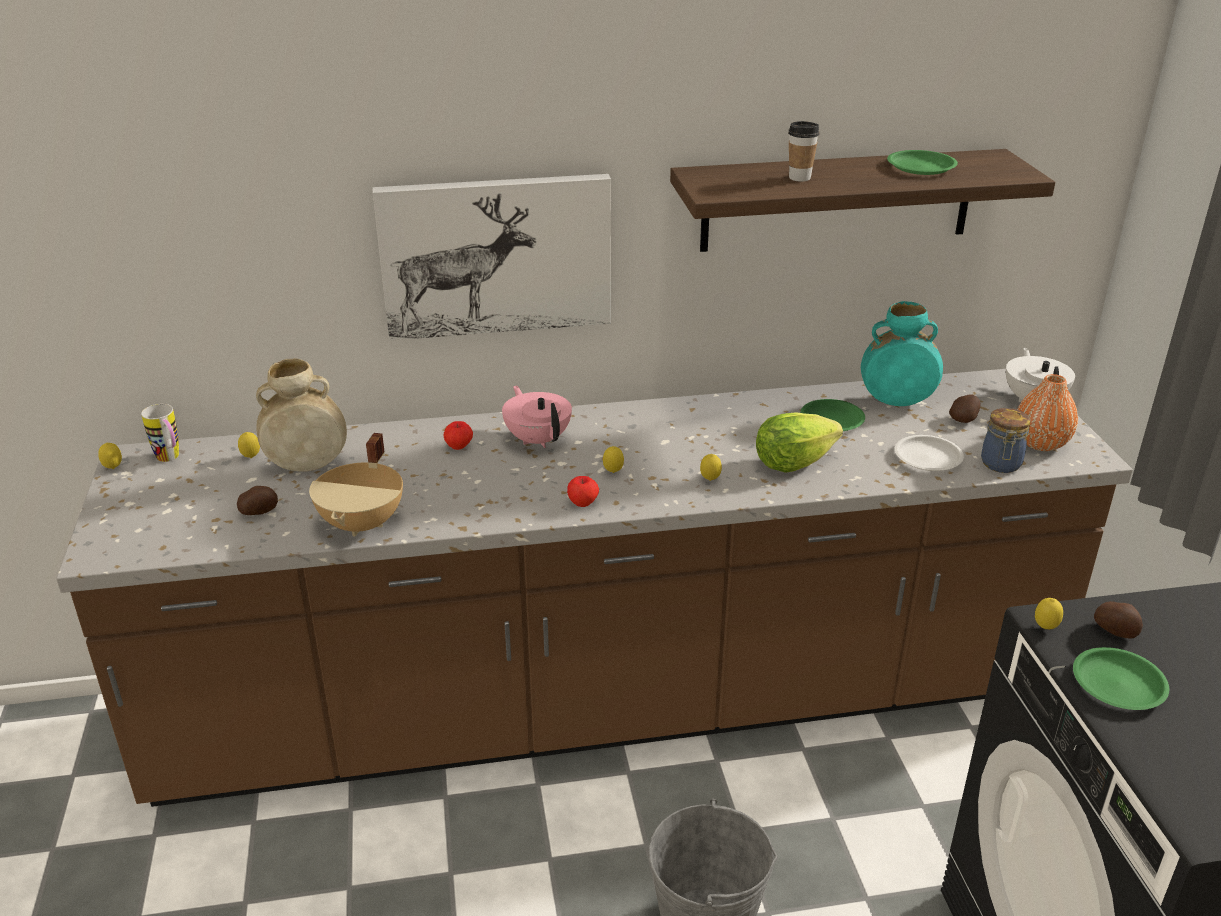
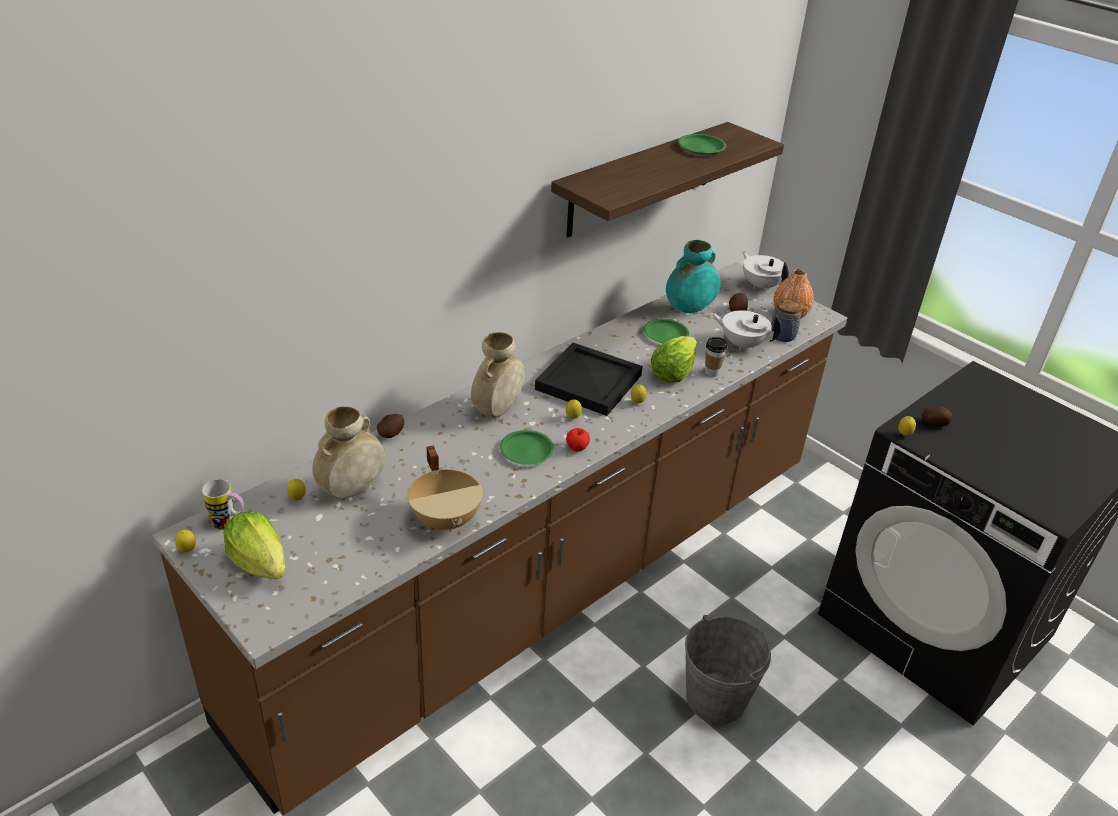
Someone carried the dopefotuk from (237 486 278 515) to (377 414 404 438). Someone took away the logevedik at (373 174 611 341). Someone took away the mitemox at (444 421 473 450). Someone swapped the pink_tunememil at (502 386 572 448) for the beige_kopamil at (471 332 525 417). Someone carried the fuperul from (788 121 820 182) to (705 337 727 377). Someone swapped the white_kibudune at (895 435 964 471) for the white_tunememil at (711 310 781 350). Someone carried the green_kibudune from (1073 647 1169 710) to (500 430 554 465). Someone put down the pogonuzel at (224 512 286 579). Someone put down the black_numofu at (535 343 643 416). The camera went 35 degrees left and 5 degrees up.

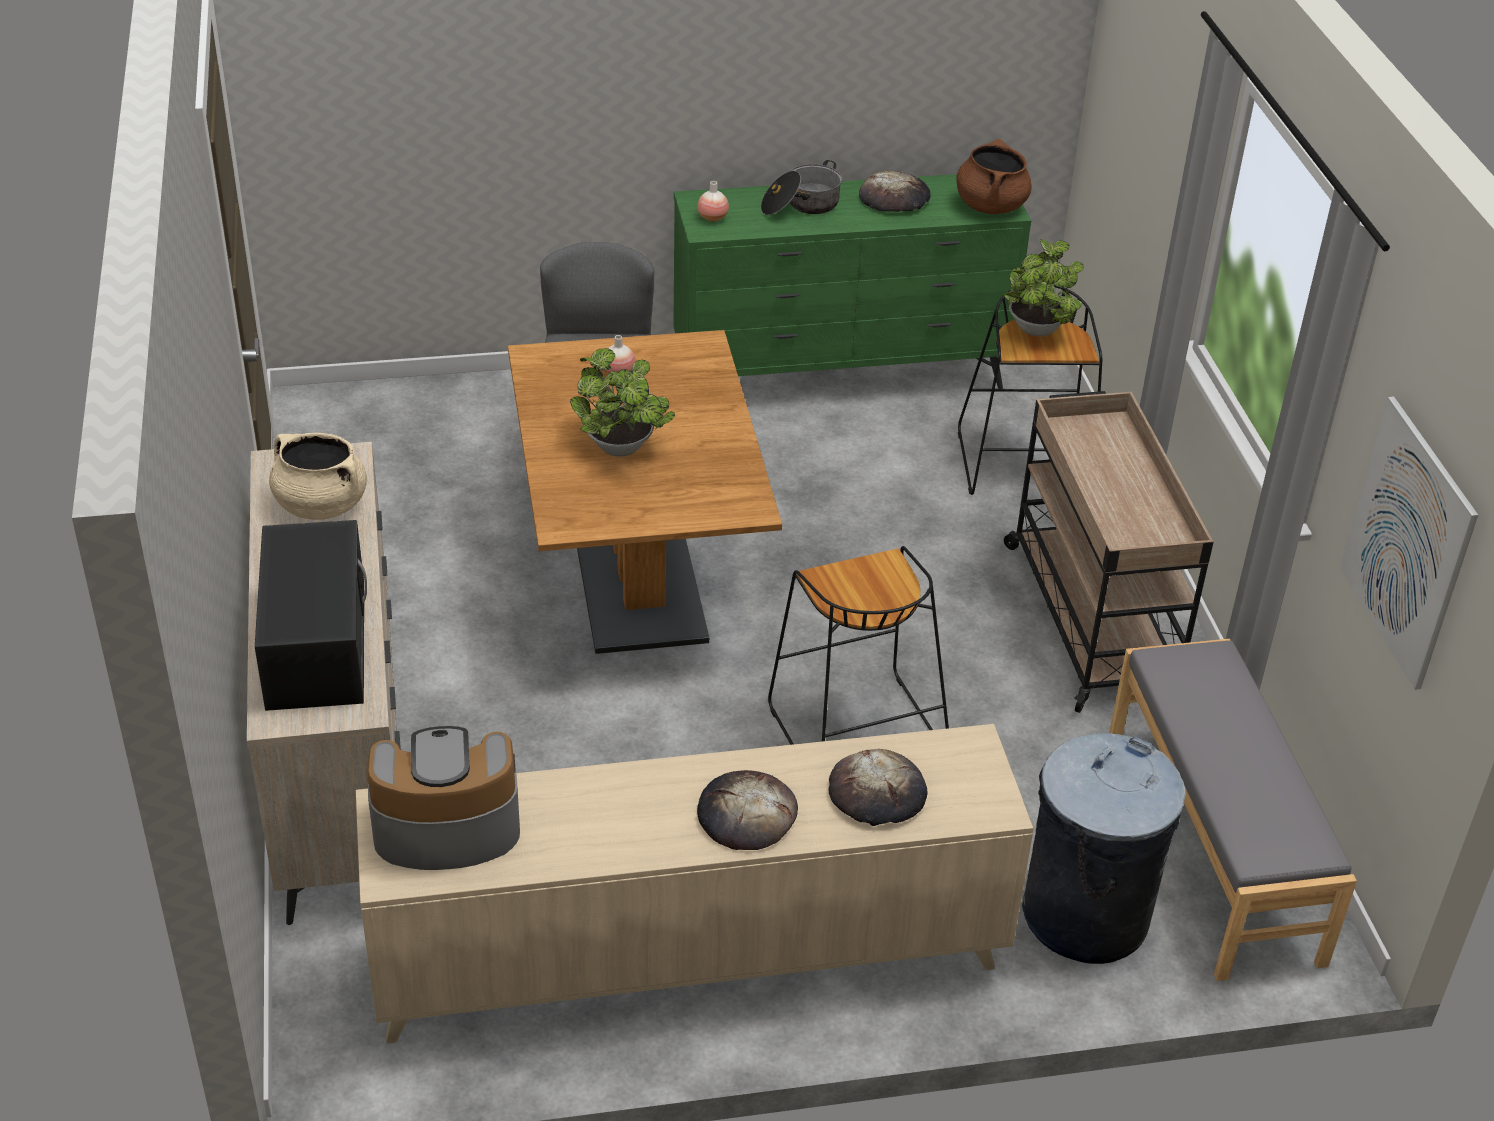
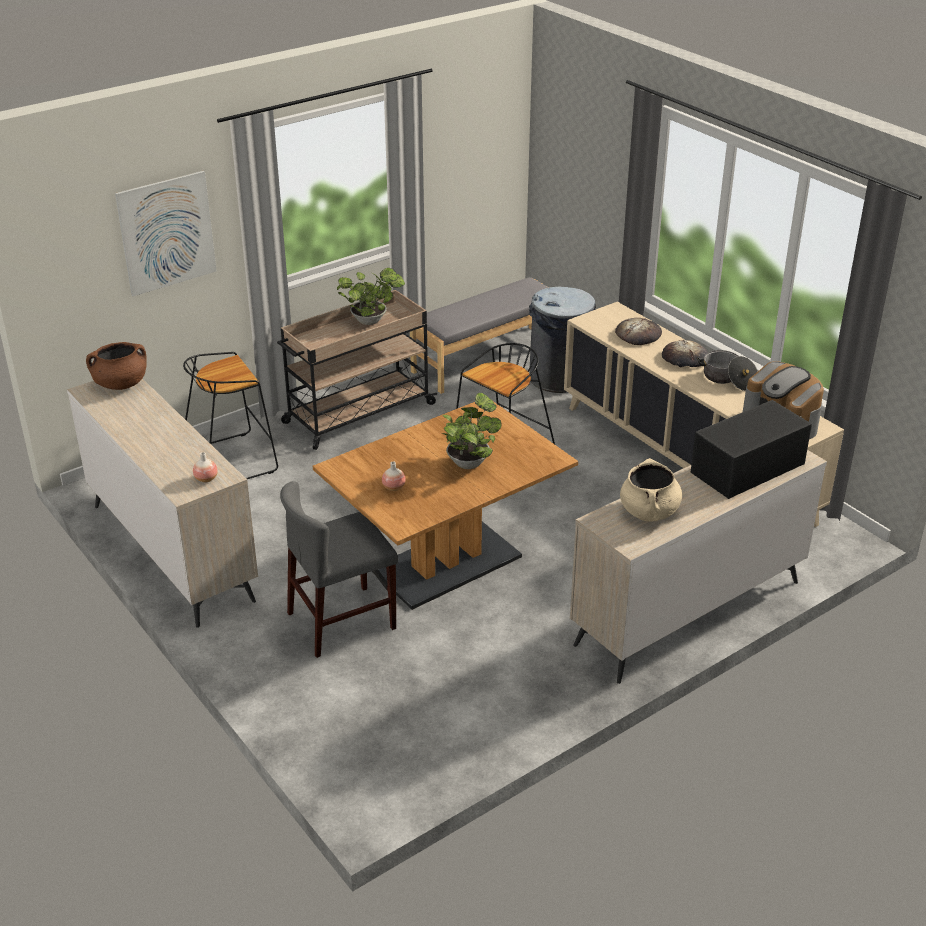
Someone repainted the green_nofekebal at (673 174 1031 389), which became the beige_nofekebal at (67 379 258 628). Someone carried the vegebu from (761 160 842 215) to (697 350 758 391). Someone took away the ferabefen at (859 171 931 212). Someone carried the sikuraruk from (1004 239 1084 337) to (337 268 405 325). Someone carried the logevedik from (1340 396 1478 690) to (115 171 217 296). The camera went 115 degrees left and 5 degrees down.

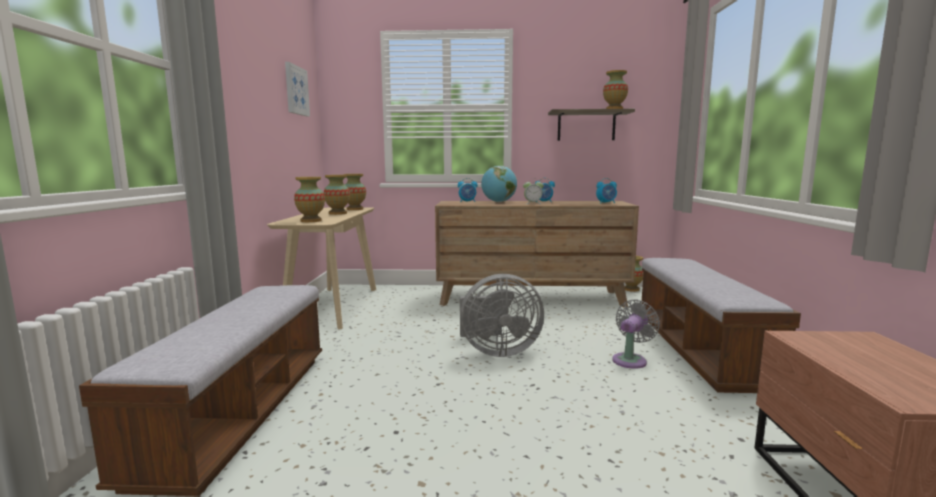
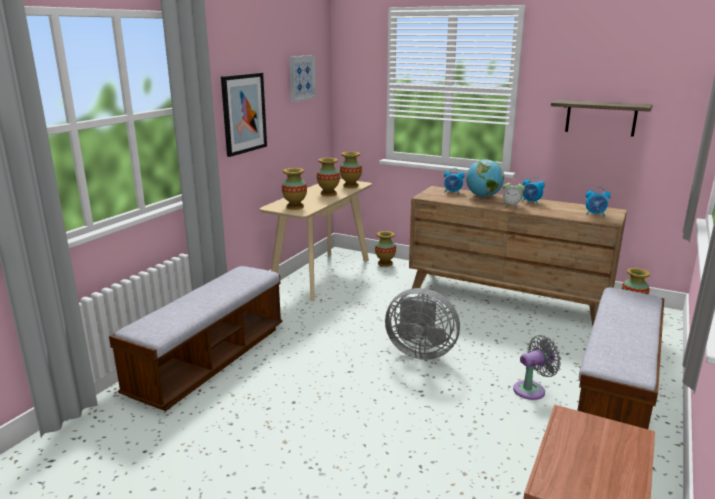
Someone carried the kopamil from (603 70 628 109) to (375 231 396 267). Someone put up the logevedik at (221 73 267 157). The camera went 25 degrees right and 10 degrees up.

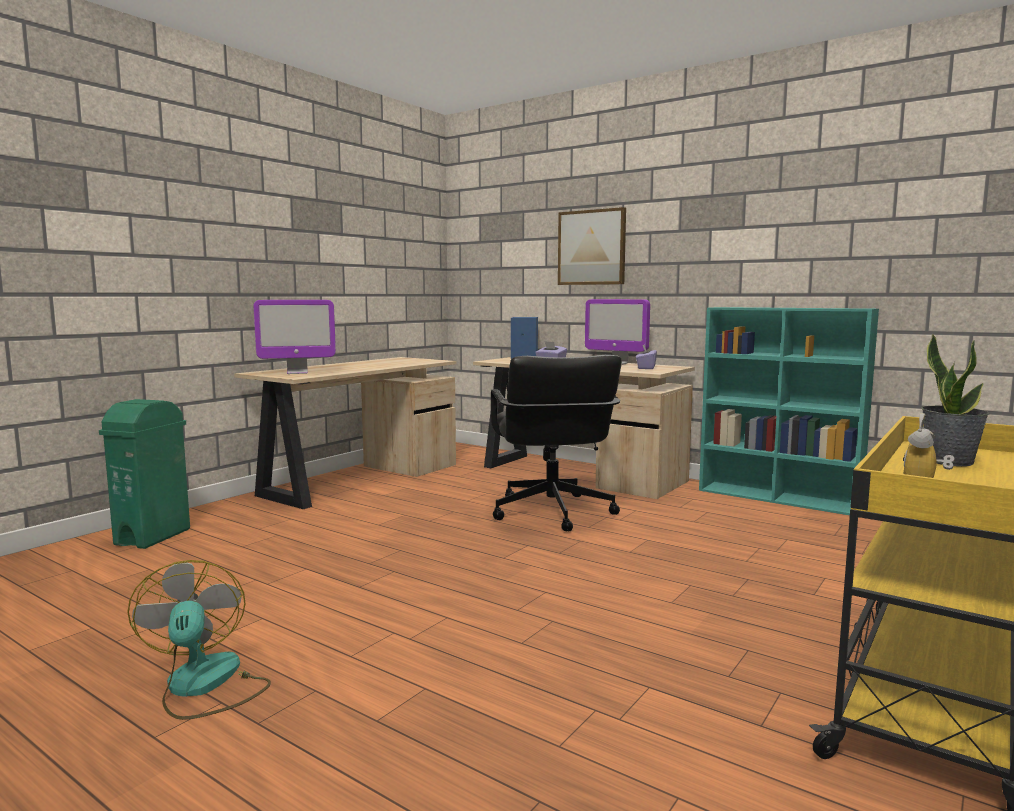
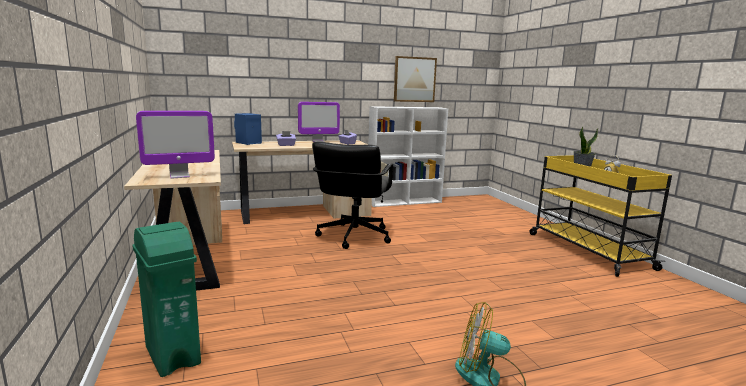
Someone rotated the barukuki at (254 300 336 374) by 45 degrees clockwise. Someone rotated the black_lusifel at (491 355 622 531) by 75 degrees clockwise. Someone carried the logevedik from (558 207 626 285) to (394 56 437 102). Someone repainted the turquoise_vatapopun at (699 307 879 515), which became the white_vatapopun at (368 106 448 207). The camera went 55 degrees left and 5 degrees up.

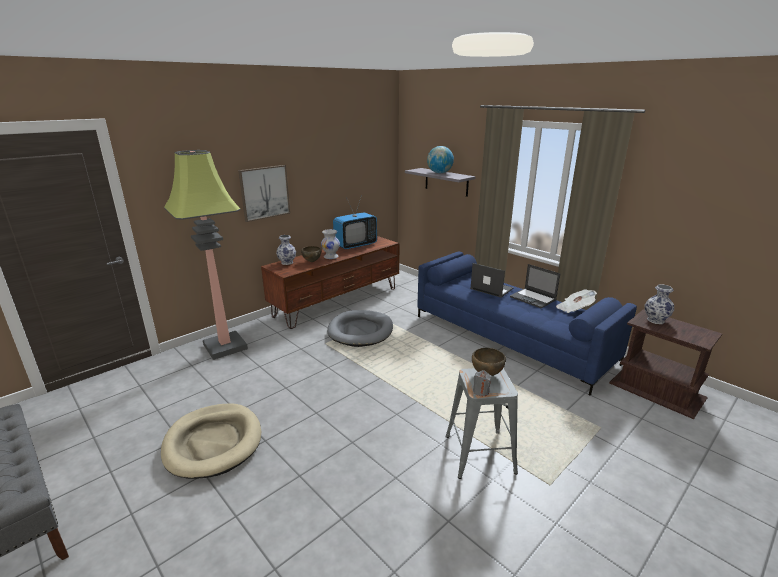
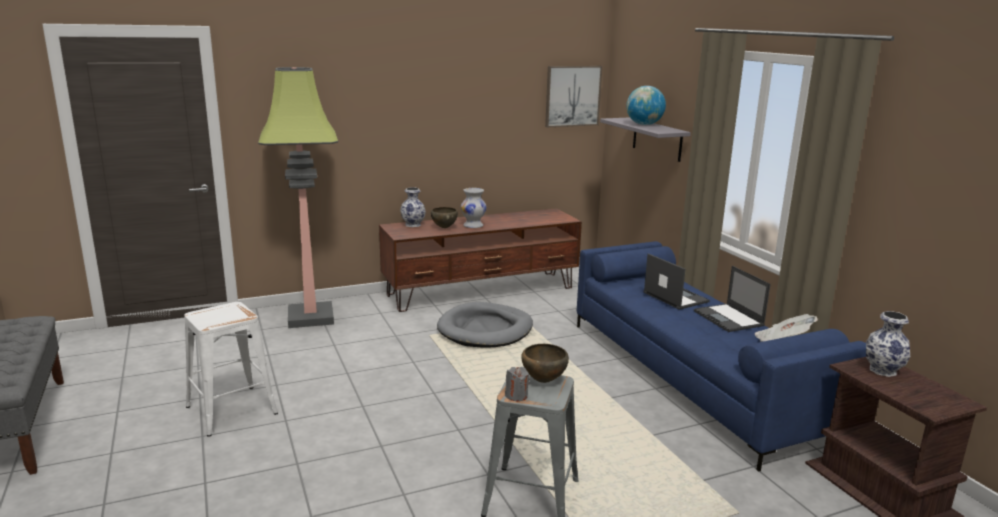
Someone swapped the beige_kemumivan at (161 403 261 479) for the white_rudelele at (184 302 278 437). Someone carried the logevedik from (238 165 290 222) to (545 66 602 127). Someone took away the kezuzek at (333 195 377 249). The camera went 20 degrees right and 5 degrees down.

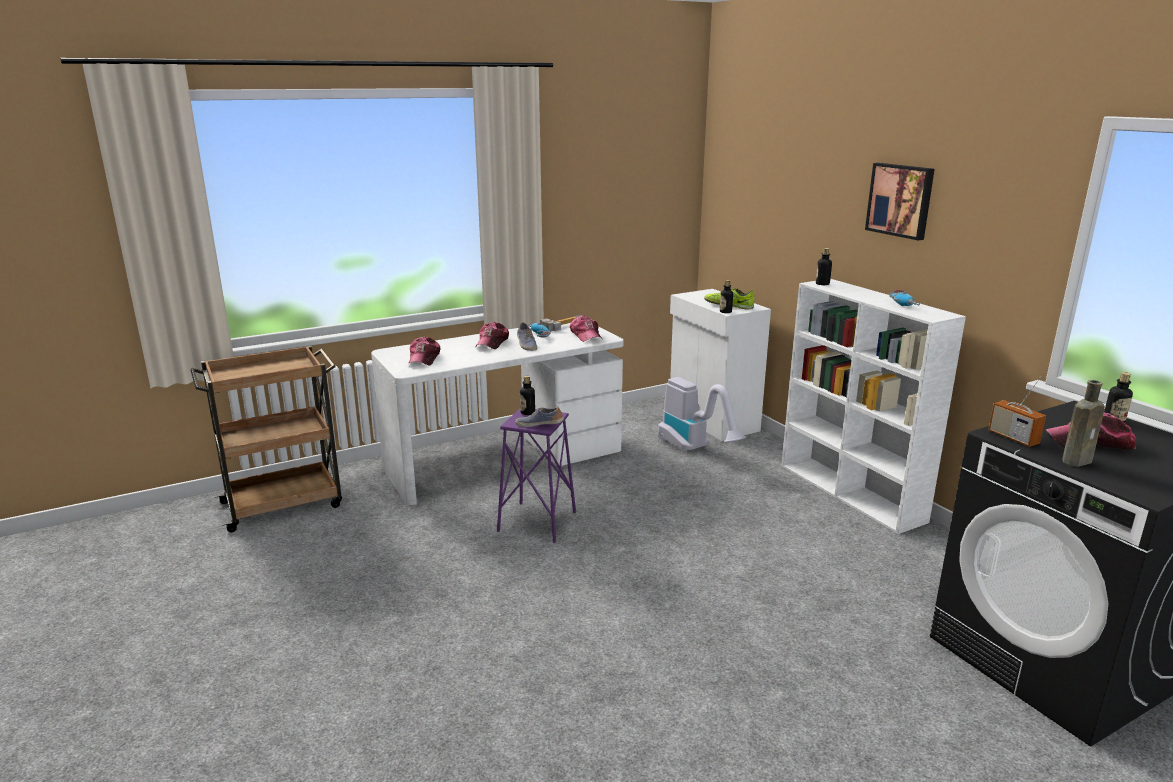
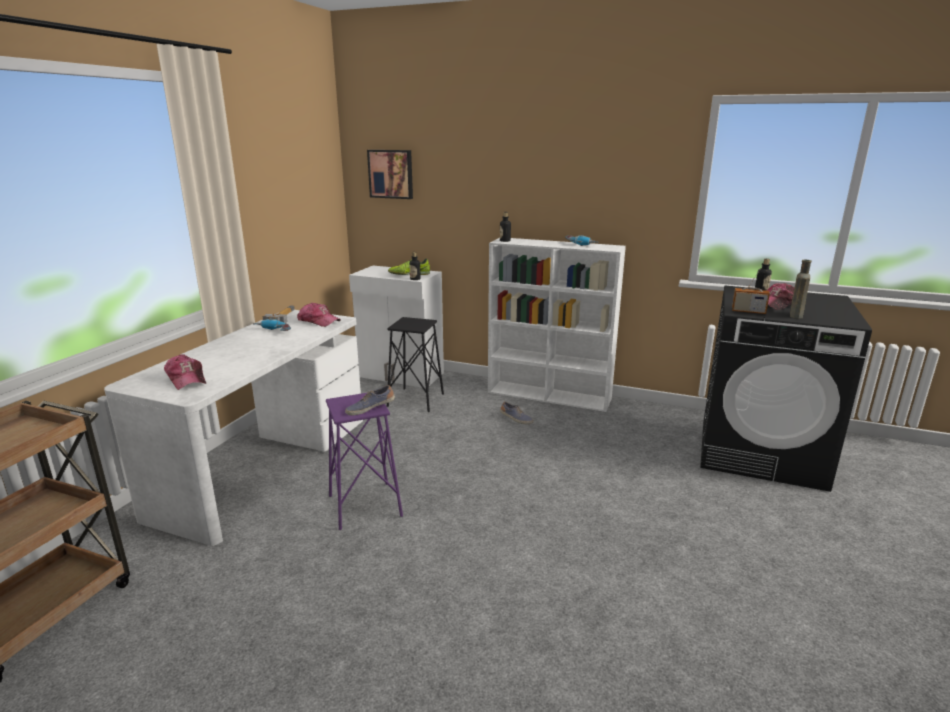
Someone took away the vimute at (475 322 509 349). Someone carried the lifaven from (517 322 537 351) to (500 401 534 424). Someone took away the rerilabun at (520 376 535 415). Someone swapped the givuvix at (658 377 746 452) for the black_rudelele at (387 317 444 412). Someone carried the logevedik from (865 163 935 240) to (367 150 413 199). The camera went 40 degrees left and 0 degrees up.

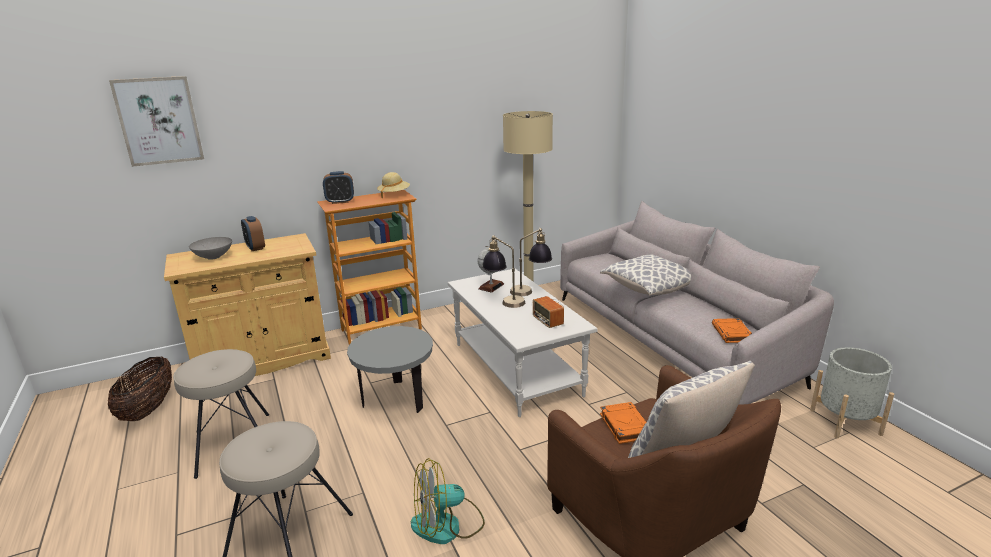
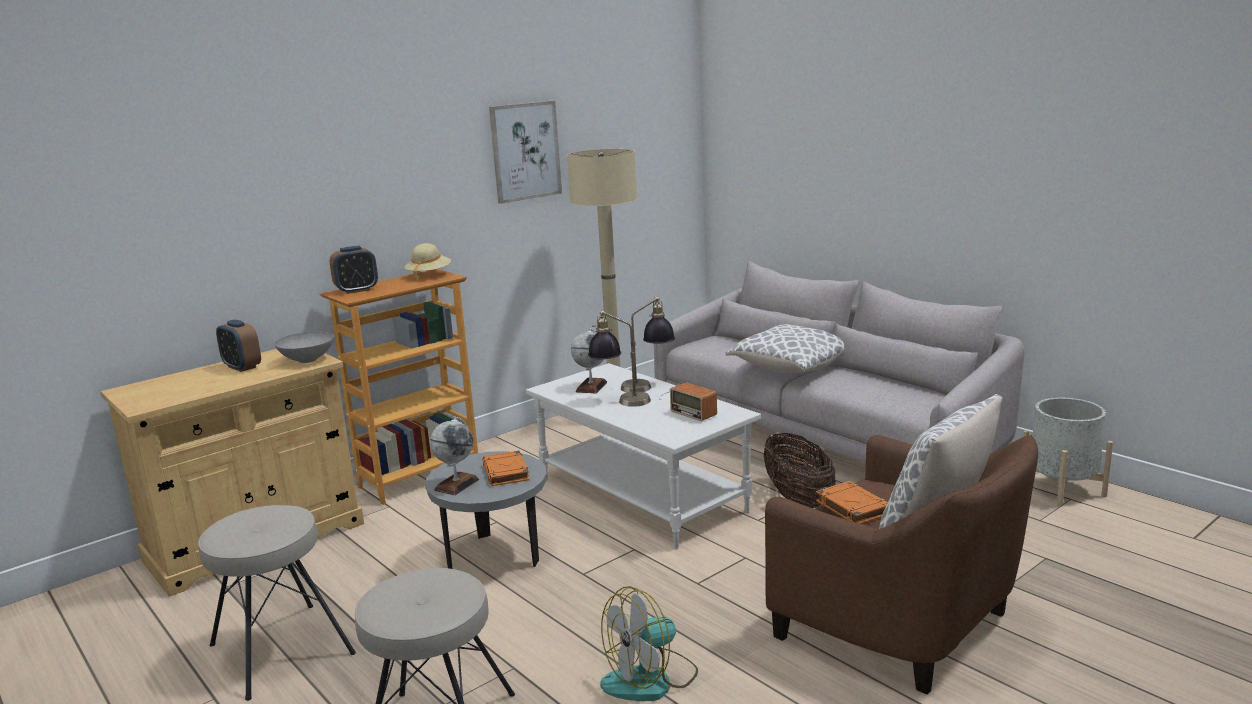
Someone carried the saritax from (108 356 172 421) to (764 433 836 508). Someone carried the logevedik from (109 76 204 167) to (489 101 562 204). Someone carried the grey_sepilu from (189 237 232 260) to (274 331 334 363). Someone carried the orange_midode from (712 318 752 343) to (482 450 529 486). Someone put down the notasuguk at (430 417 479 495). The camera went 15 degrees left and 5 degrees down.

